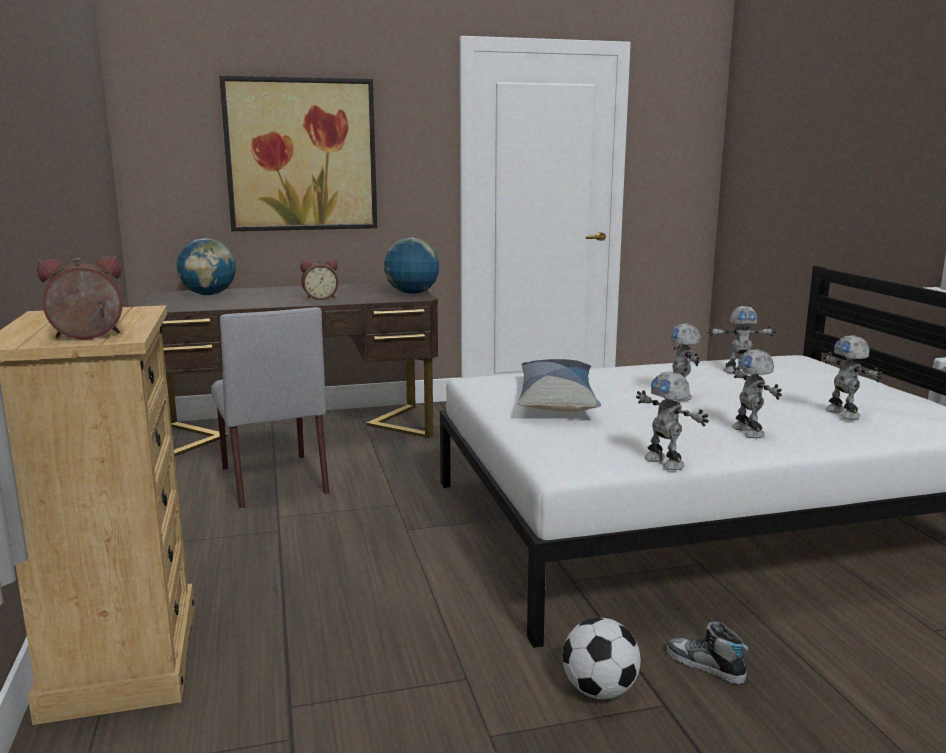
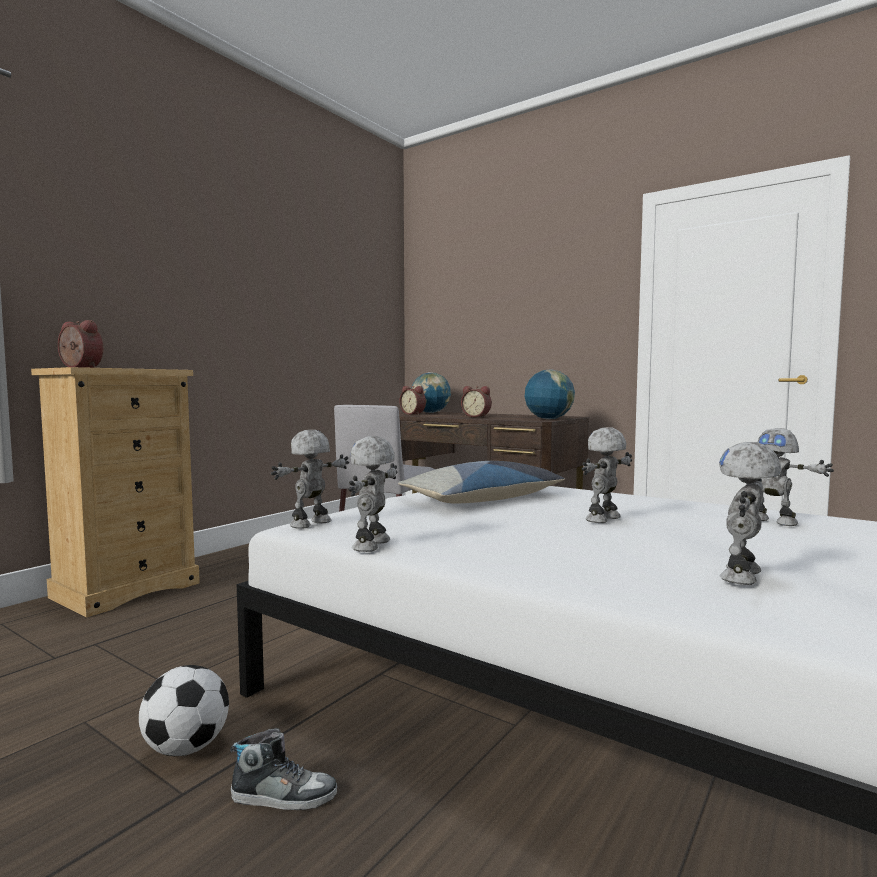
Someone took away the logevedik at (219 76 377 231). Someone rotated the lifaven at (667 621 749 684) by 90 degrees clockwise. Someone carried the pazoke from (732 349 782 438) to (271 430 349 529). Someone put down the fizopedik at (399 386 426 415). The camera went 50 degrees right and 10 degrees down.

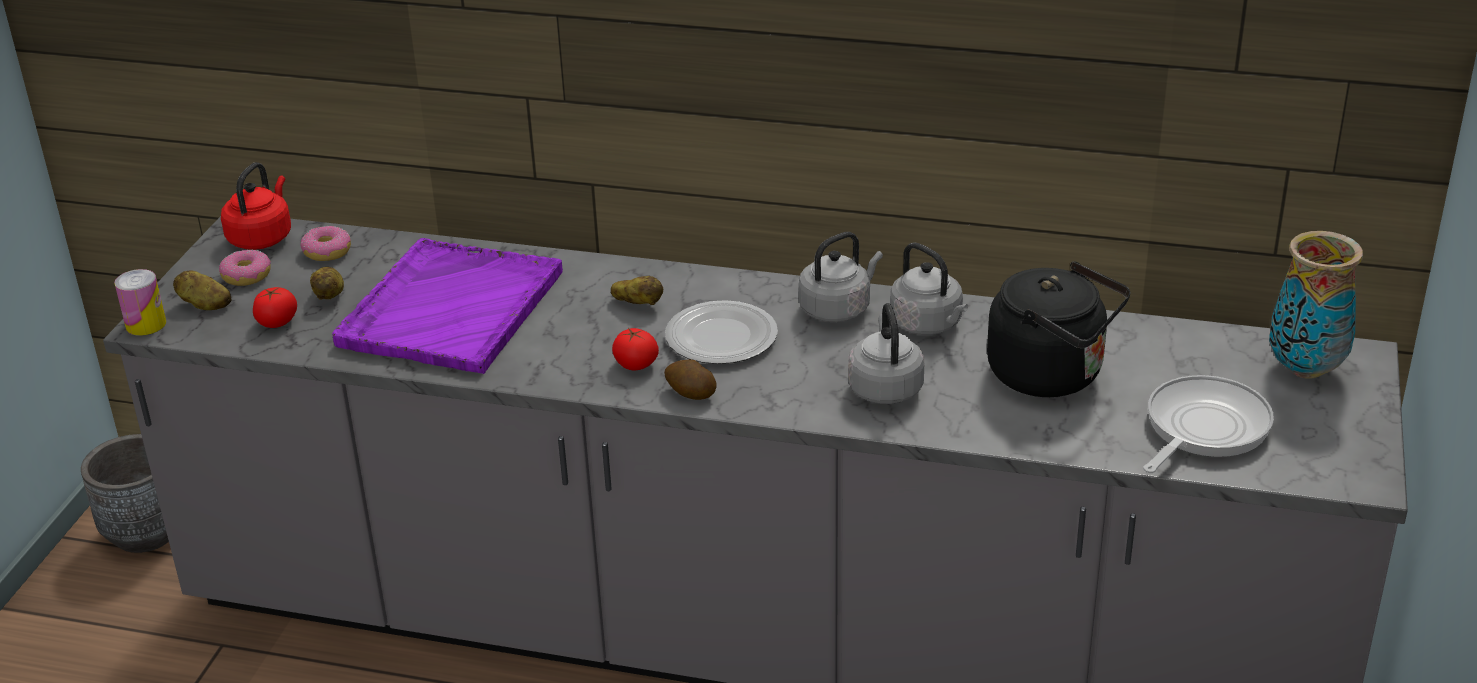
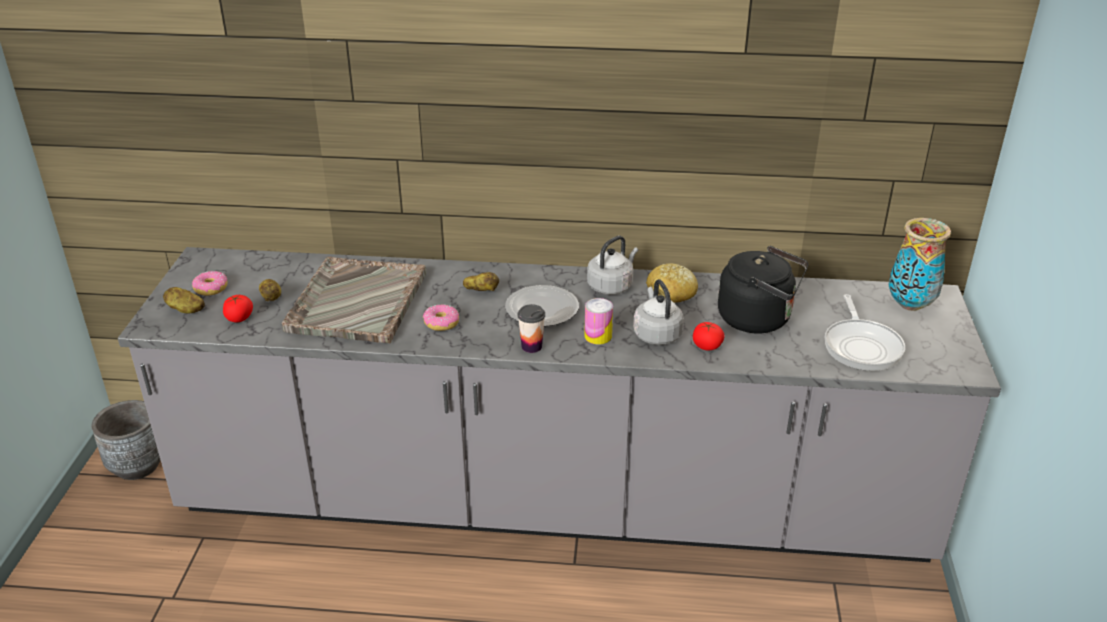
Someone carried the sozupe from (114 269 166 336) to (584 298 613 344). Someone took away the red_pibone at (221 162 291 250). Someone carried the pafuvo from (300 226 351 261) to (423 304 459 331). Someone repainted the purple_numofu at (332 238 563 374), which became the grey_numofu at (282 257 426 344). Someone carried the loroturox from (612 328 659 370) to (693 322 725 350). Someone swapped the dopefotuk at (664 360 717 400) for the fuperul at (517 304 545 353). Someone swapped the grey_pibone at (890 242 968 335) for the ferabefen at (646 264 698 303). Someone rotated the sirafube at (1143 375 1274 473) by 150 degrees clockwise. The camera went 10 degrees left and 0 degrees up.

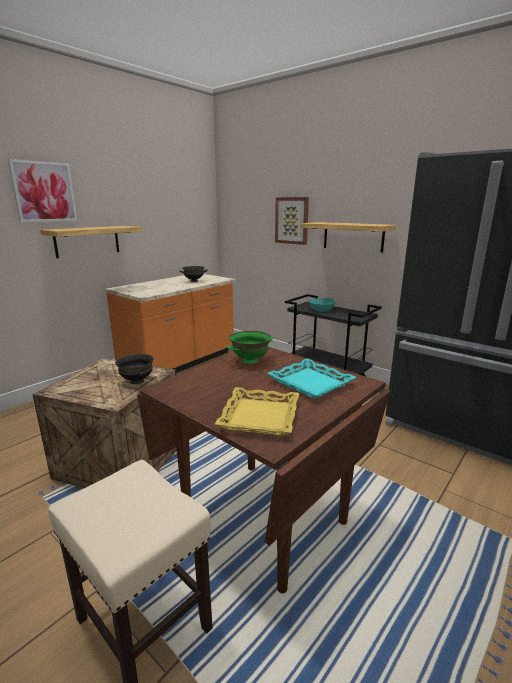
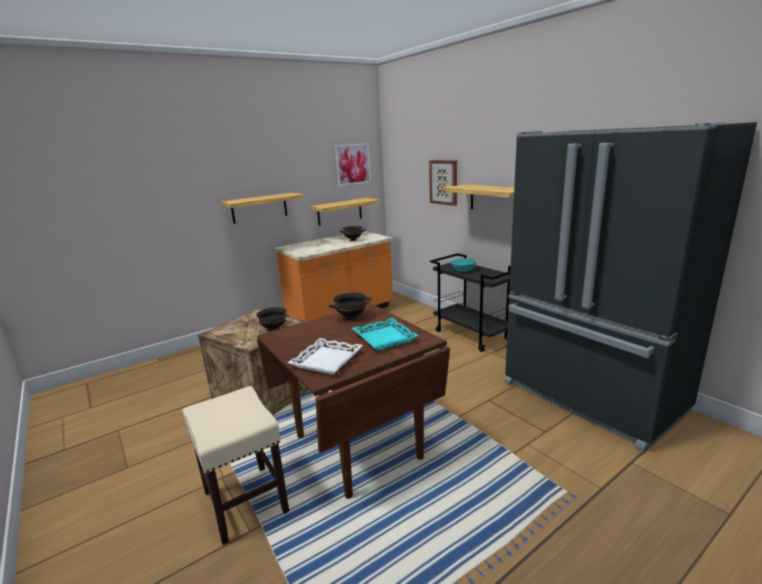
Someone carried the logevedik from (8 159 78 223) to (335 143 371 186). Someone repainted the yellow_numofu at (215 387 299 436), which became the white_numofu at (288 338 363 375). Someone repainted the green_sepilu at (226 331 273 364), which became the black_sepilu at (329 292 371 320). Someone put up the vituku at (310 198 380 226). The camera went 15 degrees right and 0 degrees up.

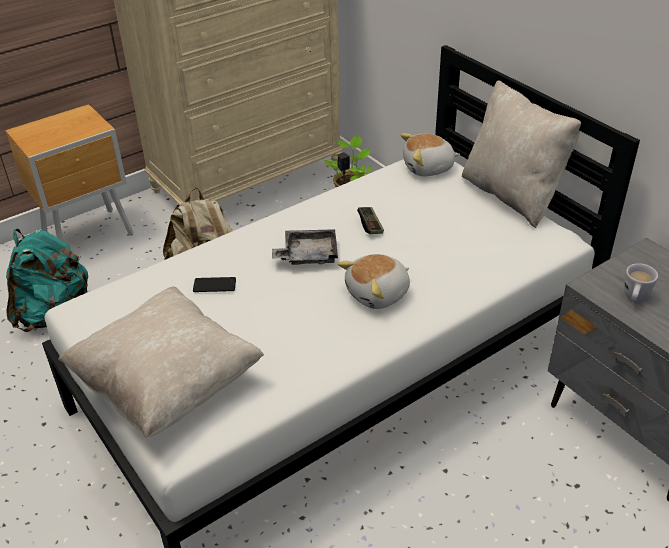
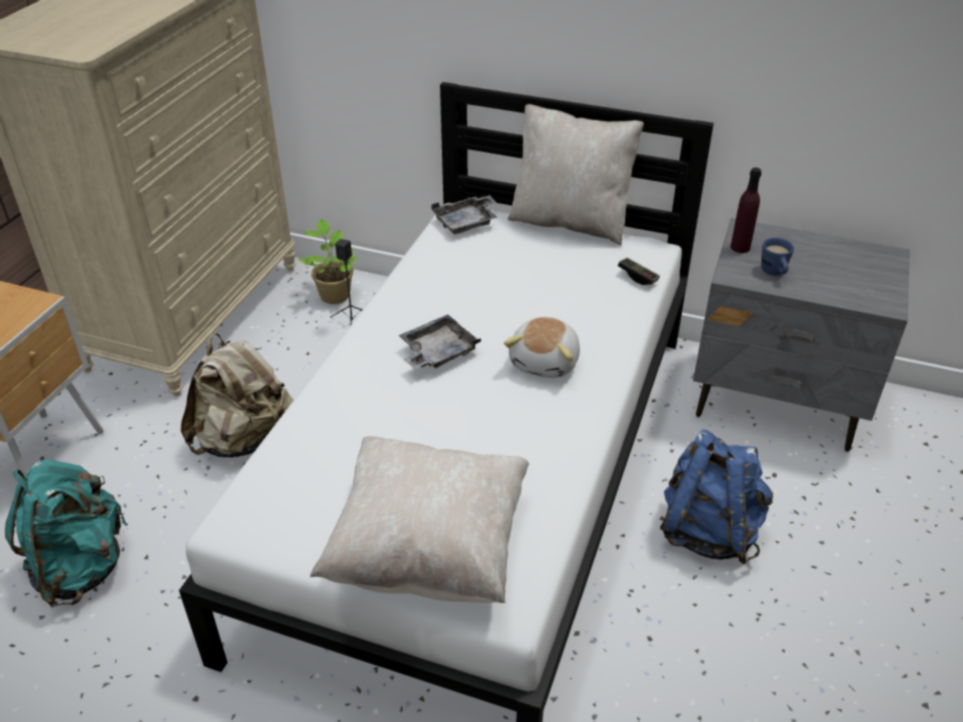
Someone took away the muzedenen at (193 277 236 292). Someone carried the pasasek from (357 207 384 234) to (618 258 660 285). Someone swapped the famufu at (400 133 460 176) for the grey_numofu at (431 195 498 234). Someone repainted the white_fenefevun at (624 263 658 301), which became the blue_fenefevun at (761 238 794 275). Someone put down the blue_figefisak at (660 429 773 565). Someone put down the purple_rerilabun at (730 167 762 253). The camera went 35 degrees left and 0 degrees up.

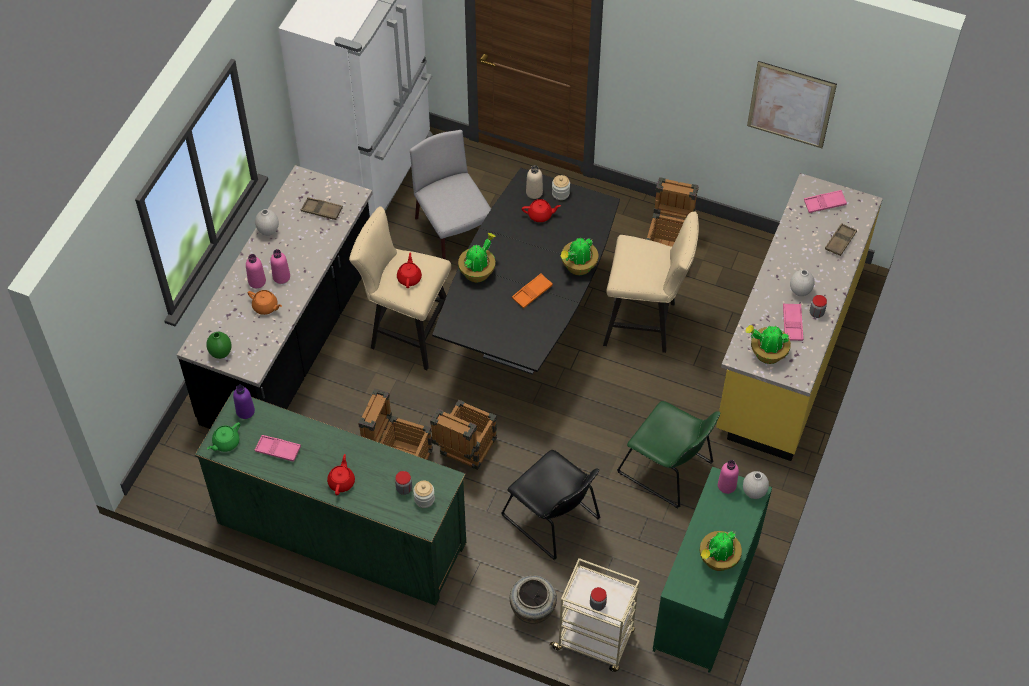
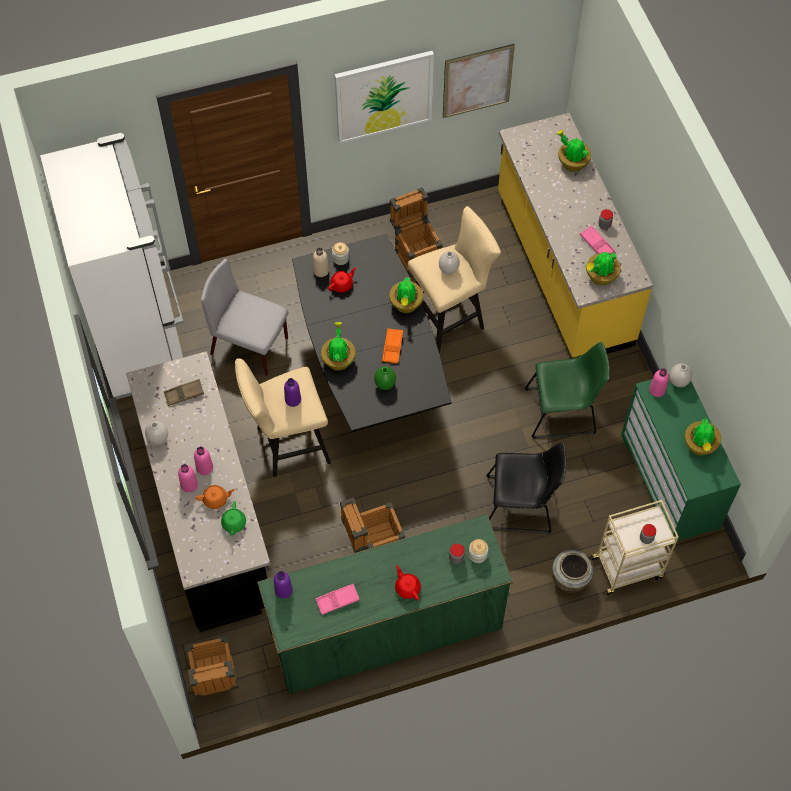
Someone carried the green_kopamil from (206 332 231 359) to (374 366 396 390). Someone carried the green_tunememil from (207 422 240 452) to (221 501 246 537). Someone swapped the red_tunememil at (397 252 422 288) for the purple_rerilabun at (284 378 301 407). Someone carried the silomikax from (430 400 497 470) to (186 636 239 698). Someone carried the white_kopamil from (790 270 814 296) to (439 251 460 275). Someone took away the pink_numofu at (804 190 847 213). Someone swapped the brown_numofu at (825 223 857 256) for the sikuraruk at (557 130 591 172). Someone put up the logevedik at (335 51 434 143). The camera went 40 degrees left and 5 degrees up.

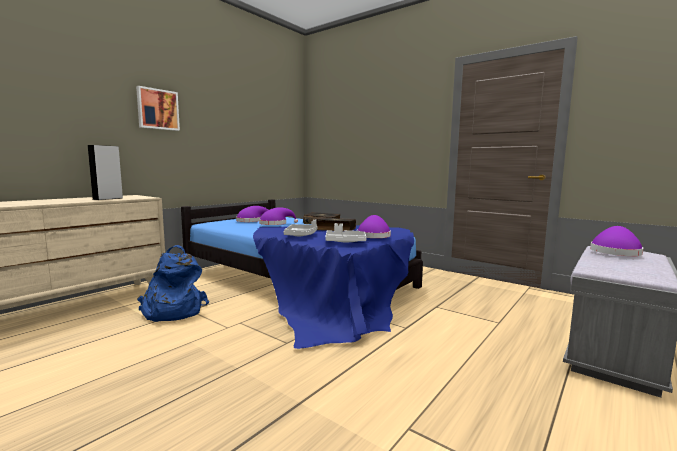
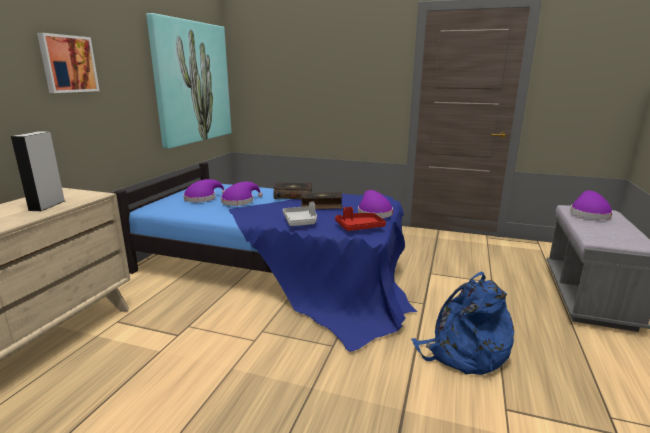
Someone carried the blue_figefisak from (137 245 209 322) to (411 272 514 375). Someone repainted the white_numofu at (325 223 366 242), which became the red_numofu at (335 207 386 231). Someone put up the logevedik at (146 13 232 149). The camera went 20 degrees left and 10 degrees up.

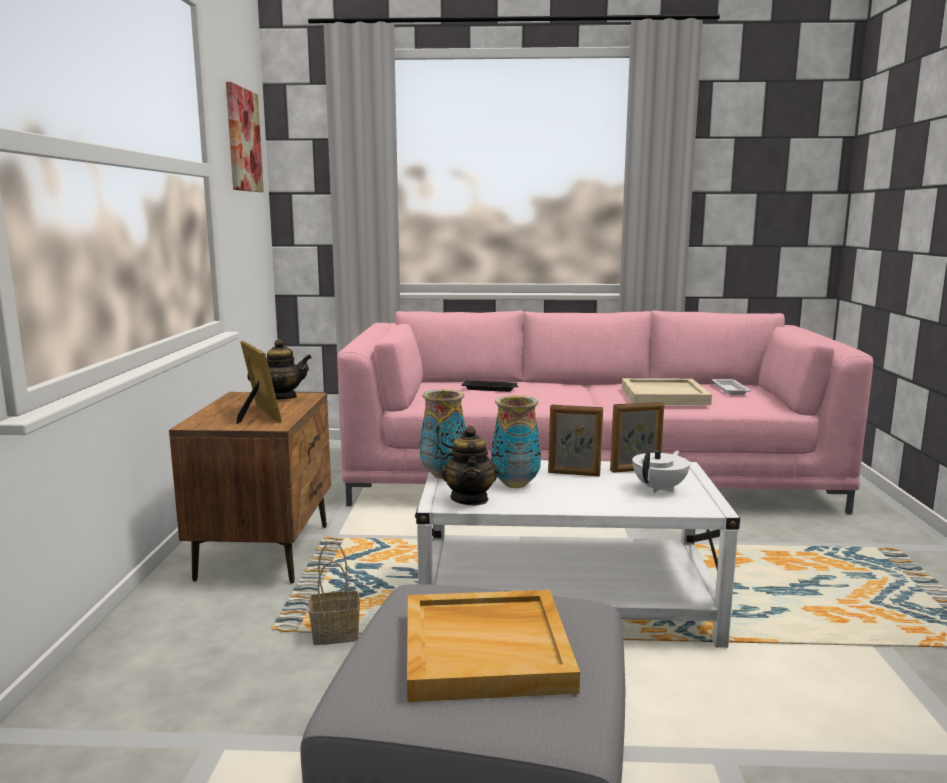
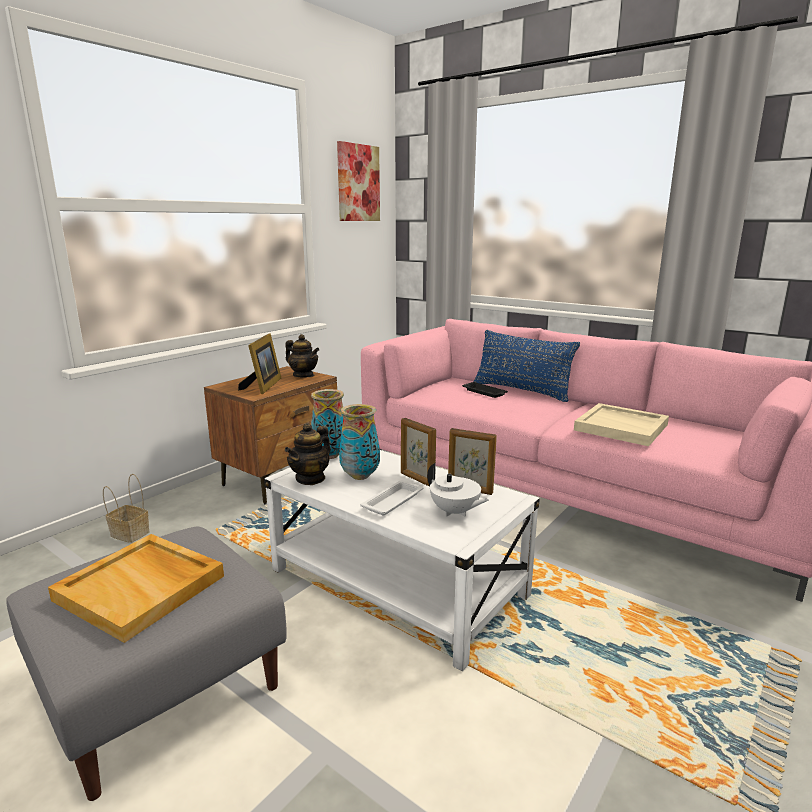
Someone carried the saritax from (309 542 360 645) to (103 474 149 543). Someone rotated the white_tunememil at (632 449 690 493) by 60 degrees clockwise. Someone carried the white_numofu from (712 379 751 395) to (360 480 424 515). Someone put down the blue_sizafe at (473 330 580 402). The camera went 35 degrees right and 5 degrees up.

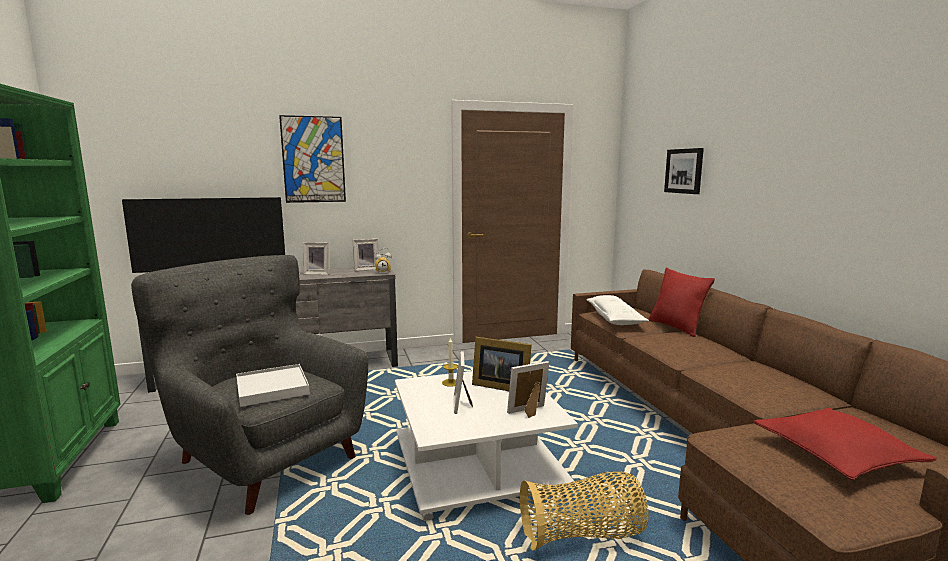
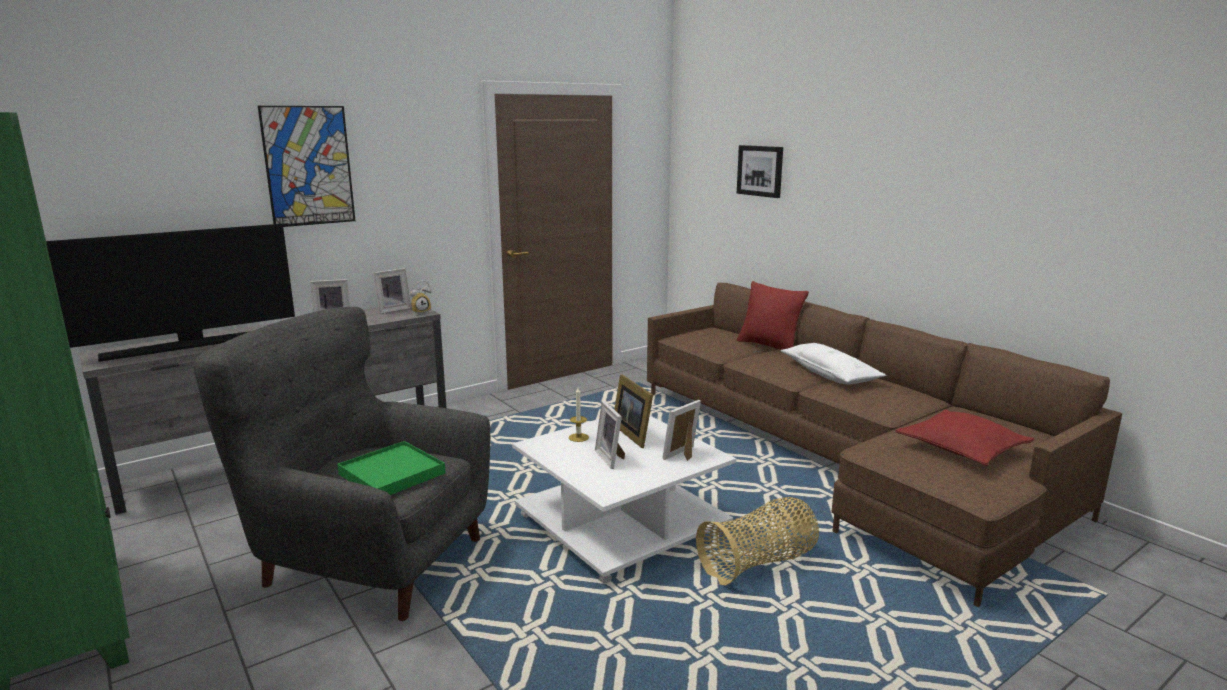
Someone repainted the white_numofu at (236 364 310 407), which became the green_numofu at (337 441 446 495). Someone rotated the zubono at (472 337 532 391) by 60 degrees clockwise. Someone carried the white_sizafe from (587 295 649 325) to (780 343 886 385). The camera went 20 degrees left and 5 degrees up.

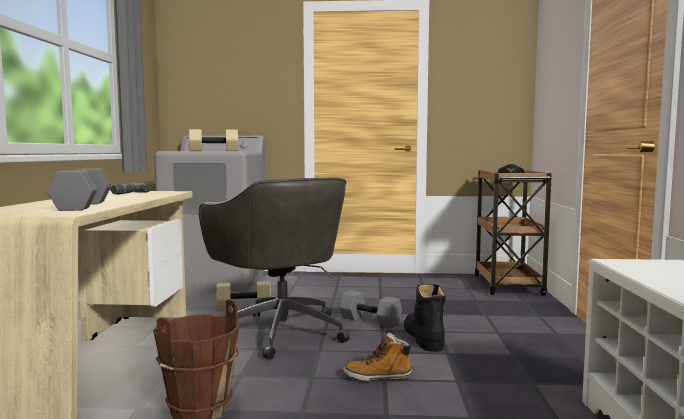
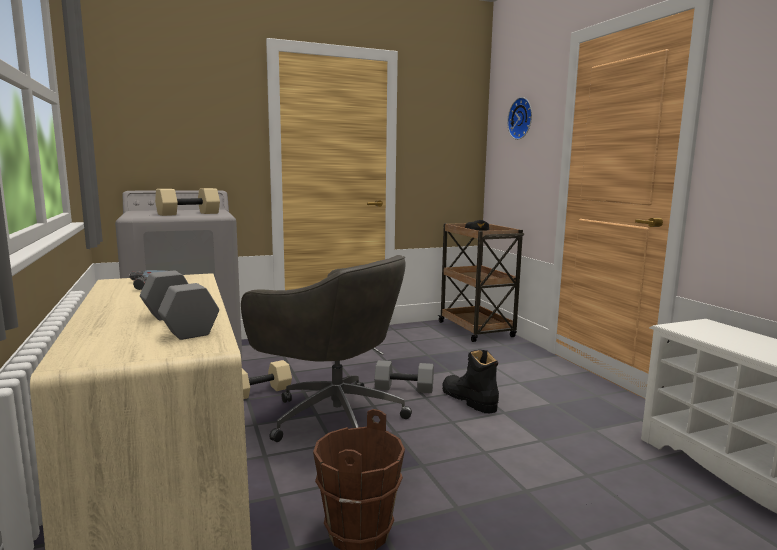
Someone took away the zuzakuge at (343 333 413 381). Someone put up the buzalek at (507 97 532 140). The camera went 25 degrees left and 5 degrees up.

